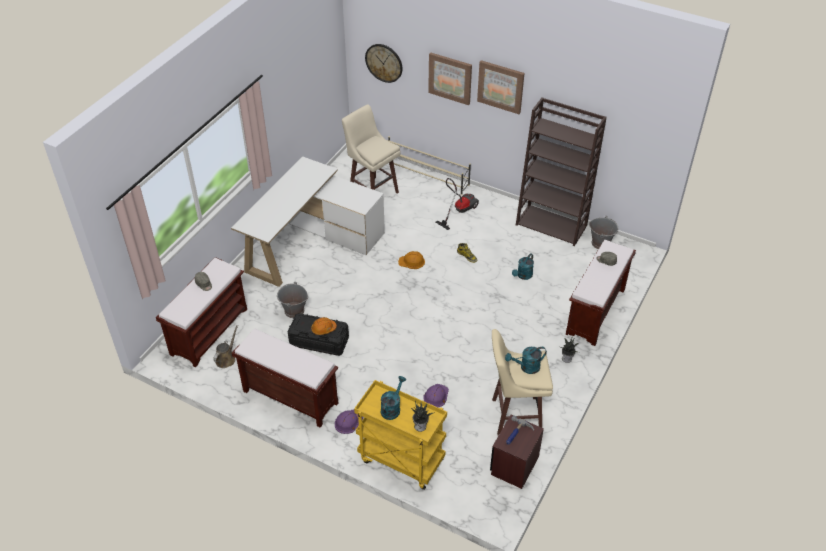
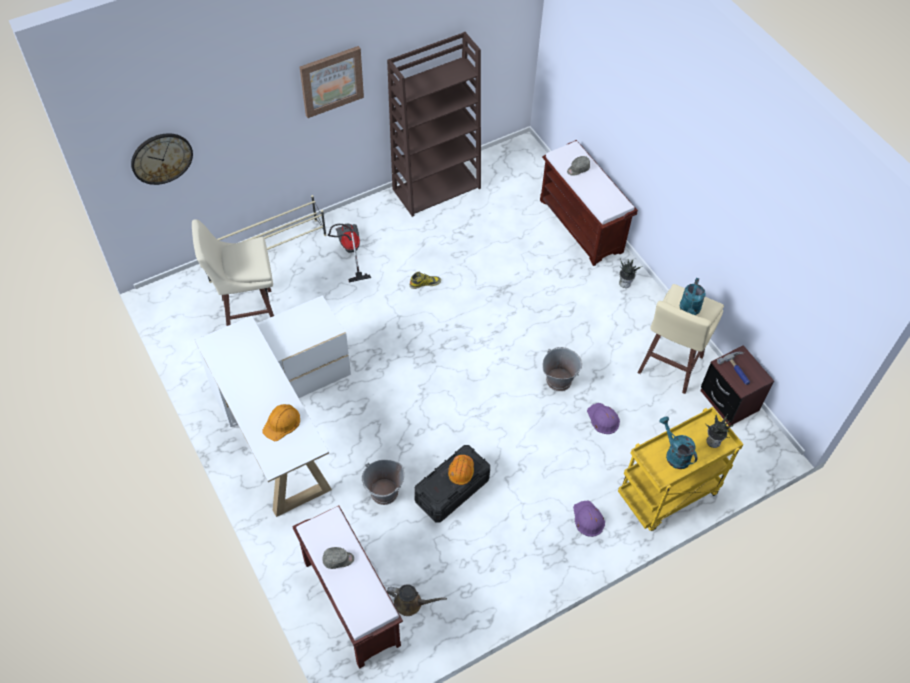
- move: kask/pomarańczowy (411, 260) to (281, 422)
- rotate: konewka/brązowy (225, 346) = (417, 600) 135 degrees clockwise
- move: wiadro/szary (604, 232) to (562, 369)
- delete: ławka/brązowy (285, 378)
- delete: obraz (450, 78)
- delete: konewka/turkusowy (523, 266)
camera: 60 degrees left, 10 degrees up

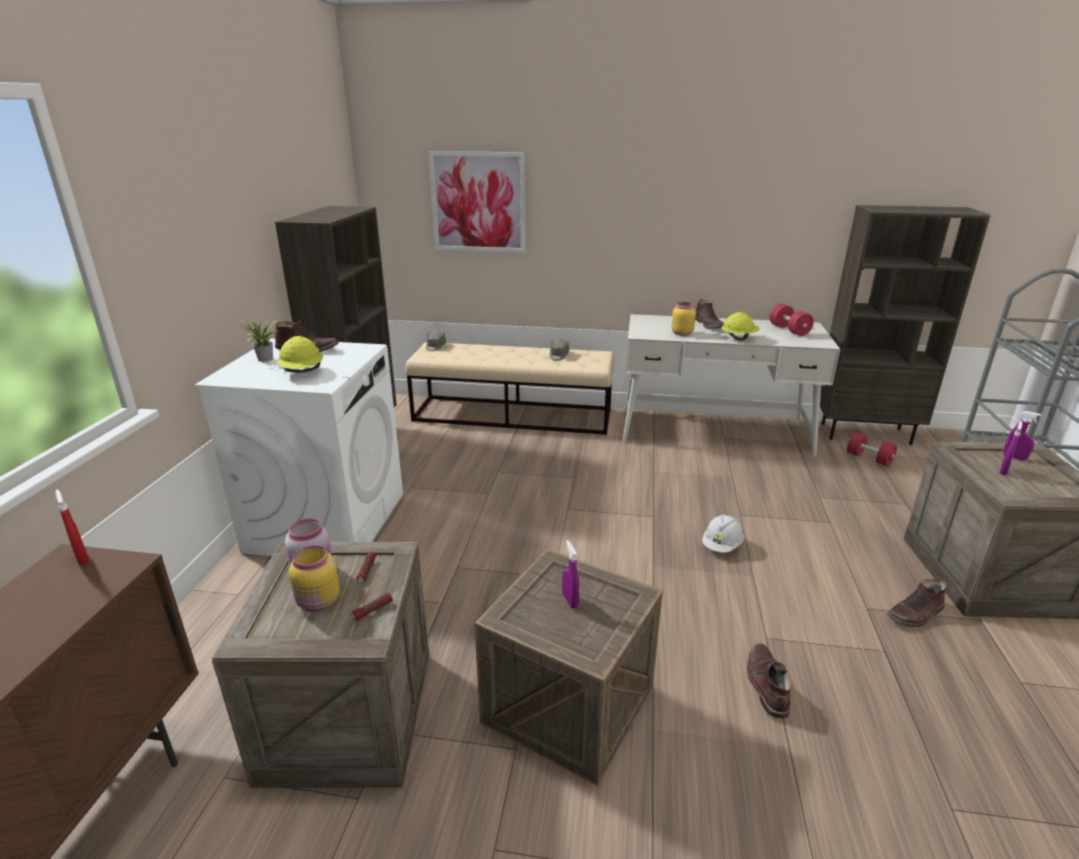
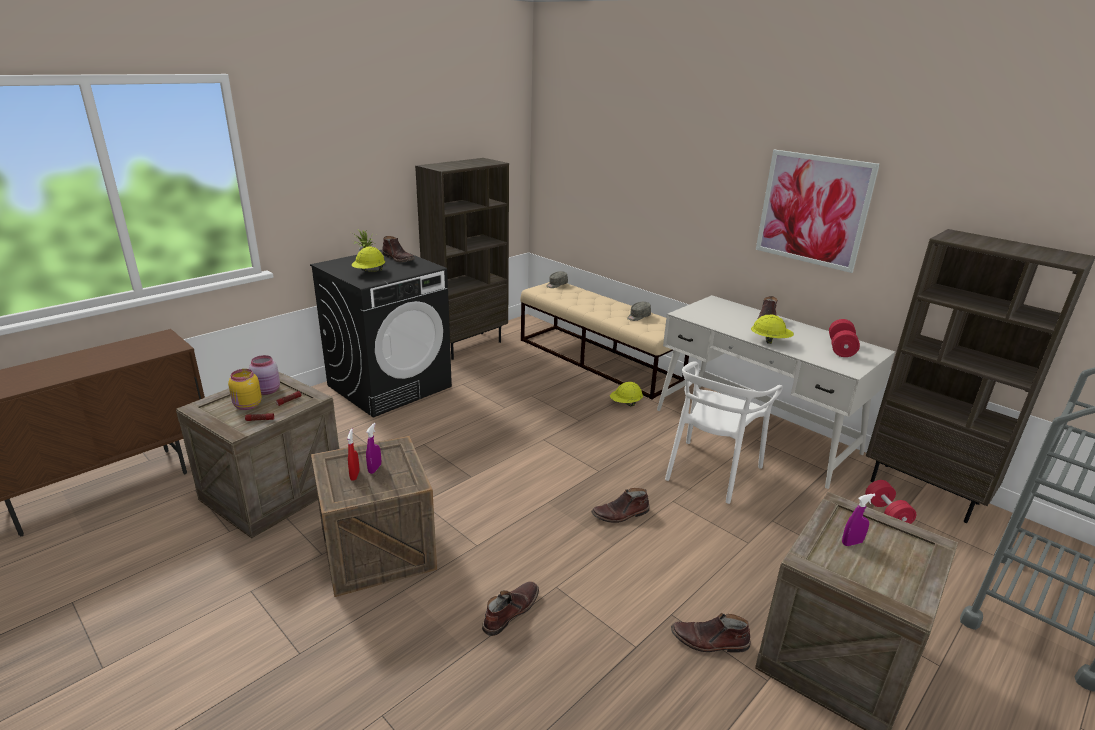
- recolor: pralka/biały (298, 447) to pralka/czarny (381, 333)
- move: spryskiwacz/czerwony (72, 527) to (353, 455)
- replace: kask/biały (722, 533) to but z cholewką/brązowy (620, 505)
- insert: kask/żółty (626, 394)
- insert: krzesło/biały (724, 432)
- move: obraz (477, 202) to (818, 211)
- delete: słoik/żółty (683, 319)
- delete: spryskiwacz/fioletowy (1022, 436)
camera: 35 degrees right, 0 degrees up

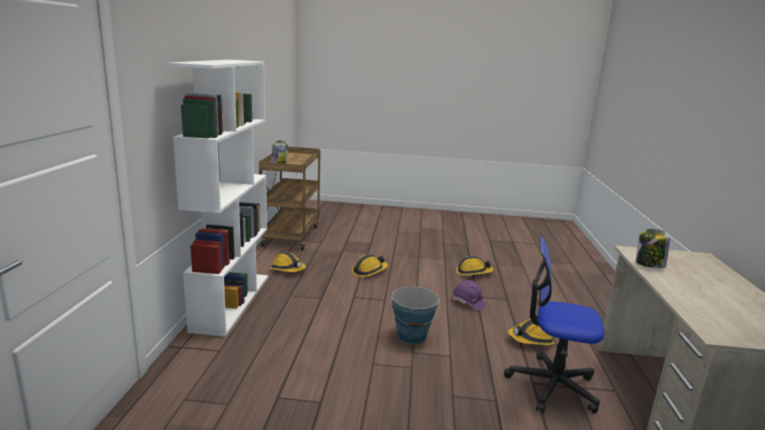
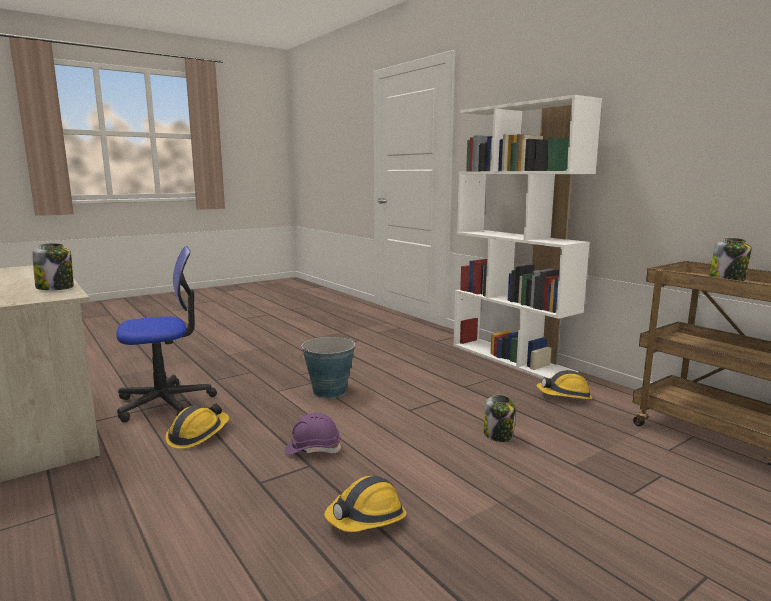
- replace: kask (370, 265) to słoik (500, 418)
camera: 140 degrees right, 5 degrees down

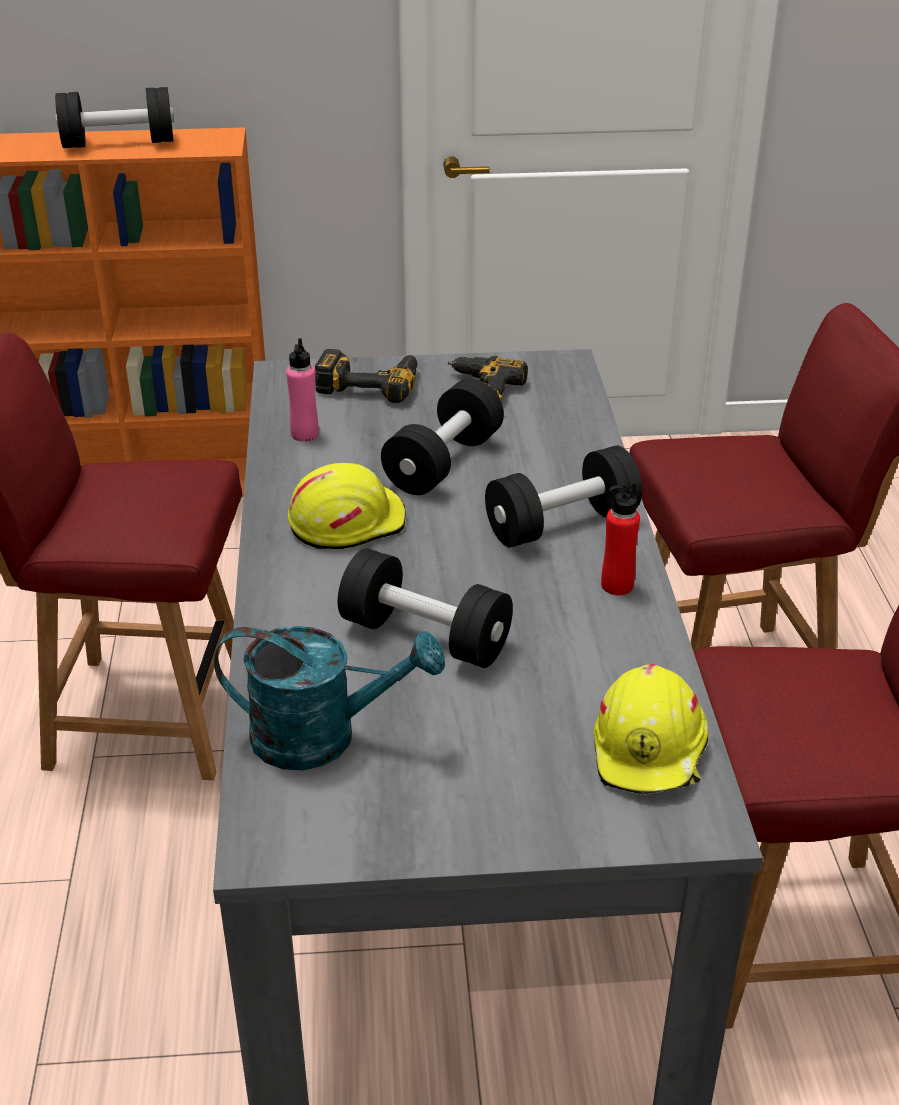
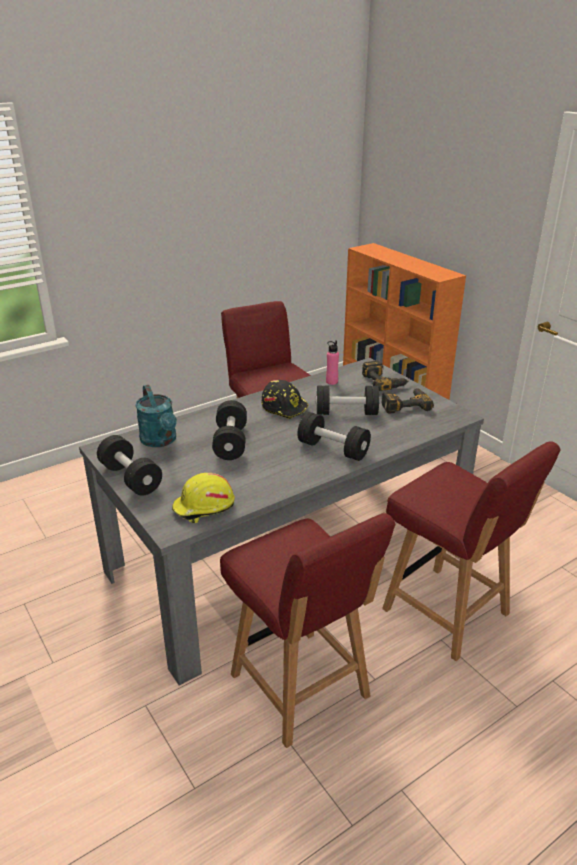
- move: hantel/czarny (114, 117) to (129, 465)
- recolor: kask/żółty (347, 506) to kask/czarny (285, 399)
- delete: butelka/czerwony (620, 538)
camera: 60 degrees right, 5 degrees down

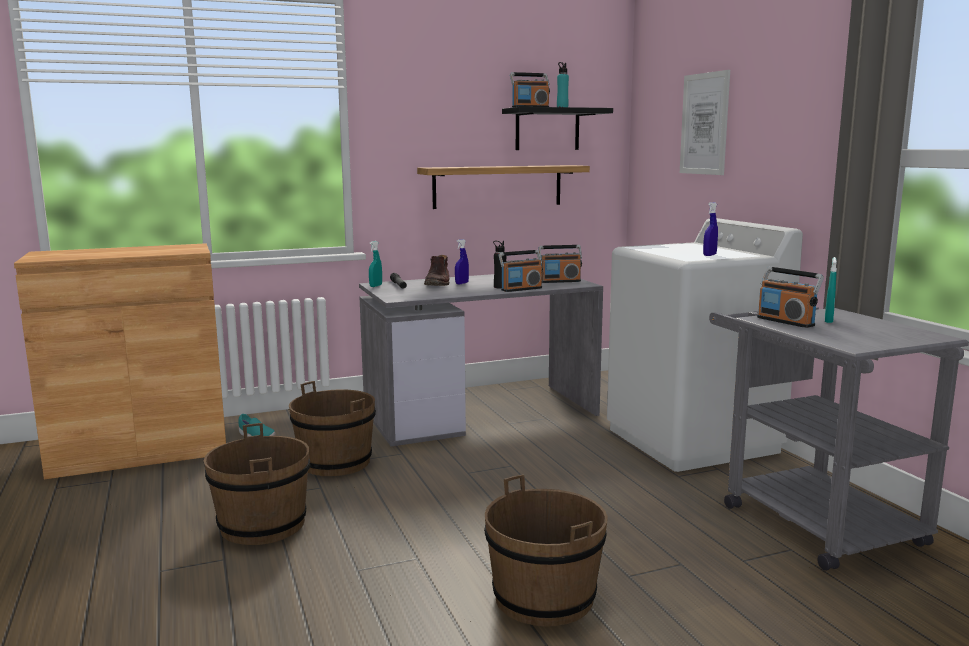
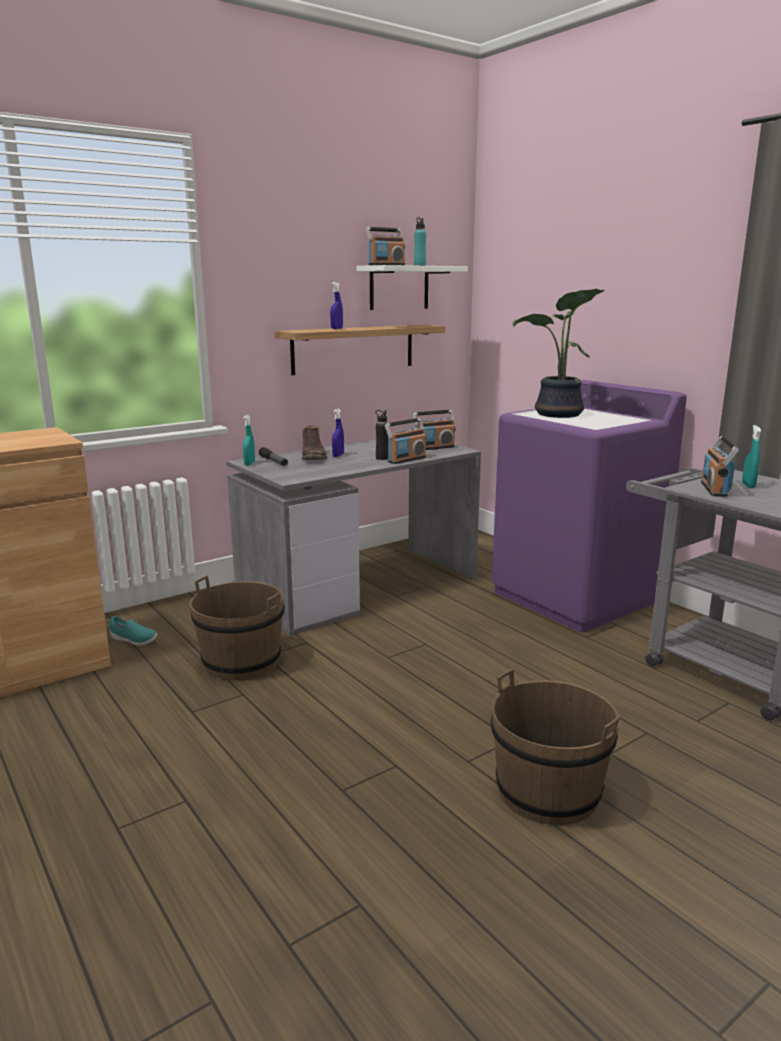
- move: spryskiwacz/niebieski (710, 229) to (336, 305)
- recolor: półka/czarny (557, 128) to półka/biały (412, 287)
- recolor: pralka/biały (705, 345) to pralka/fioletowy (589, 506)
- insert: roślina doniczkowa (558, 353)
- rotate: radio (790, 297) = (720, 466) 60 degrees clockwise
- delete: wiadro/brązowy (257, 484)
- delete: obraz (705, 122)
camera: 15 degrees left, 5 degrees up

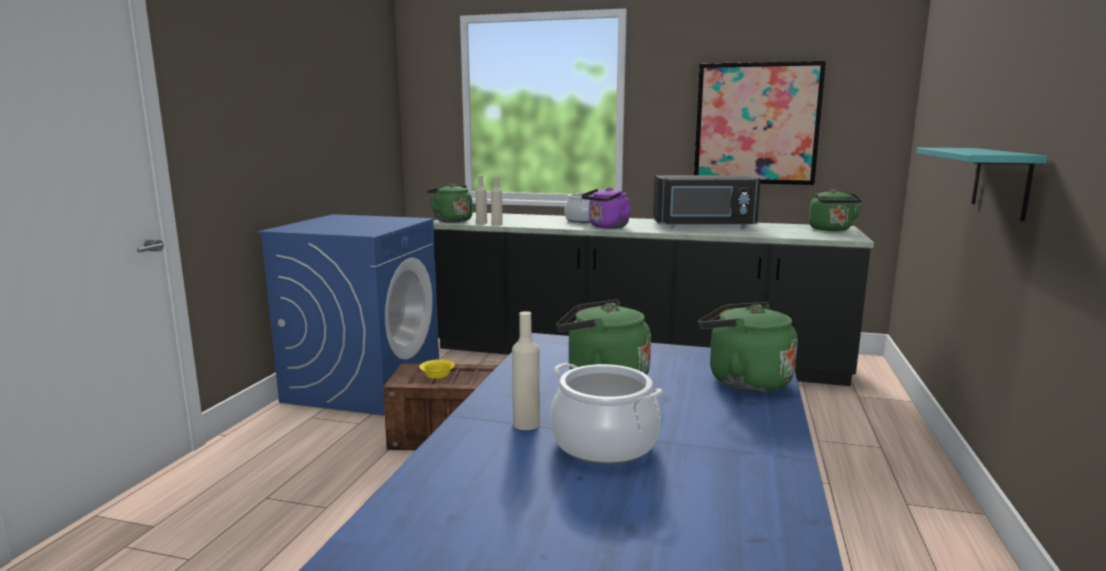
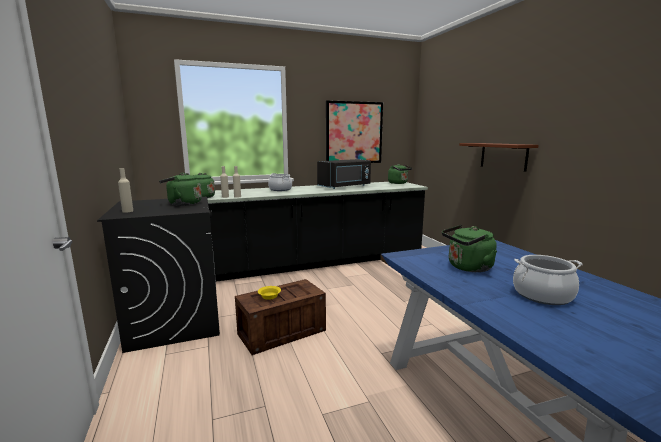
- recolor: pralka/niebieski (348, 314) to pralka/czarny (158, 275)
- move: butelka/beżowy (526, 370) to (125, 190)
- move: czajnik/zielony (748, 347) to (180, 189)
- recolor: półka/turkusowy (981, 184) to półka/brązowy (499, 157)
- delete: czajnik/fioletowy (606, 207)
camera: 35 degrees left, 0 degrees up

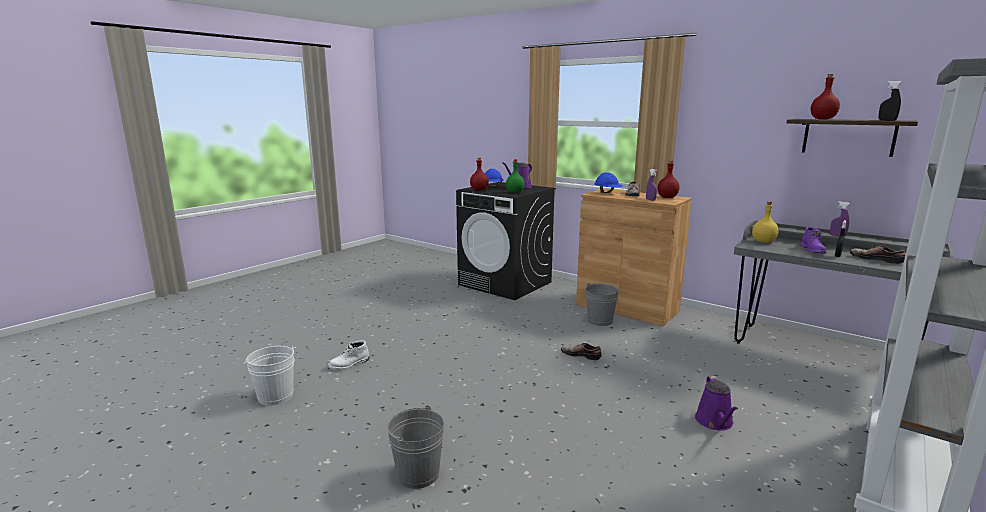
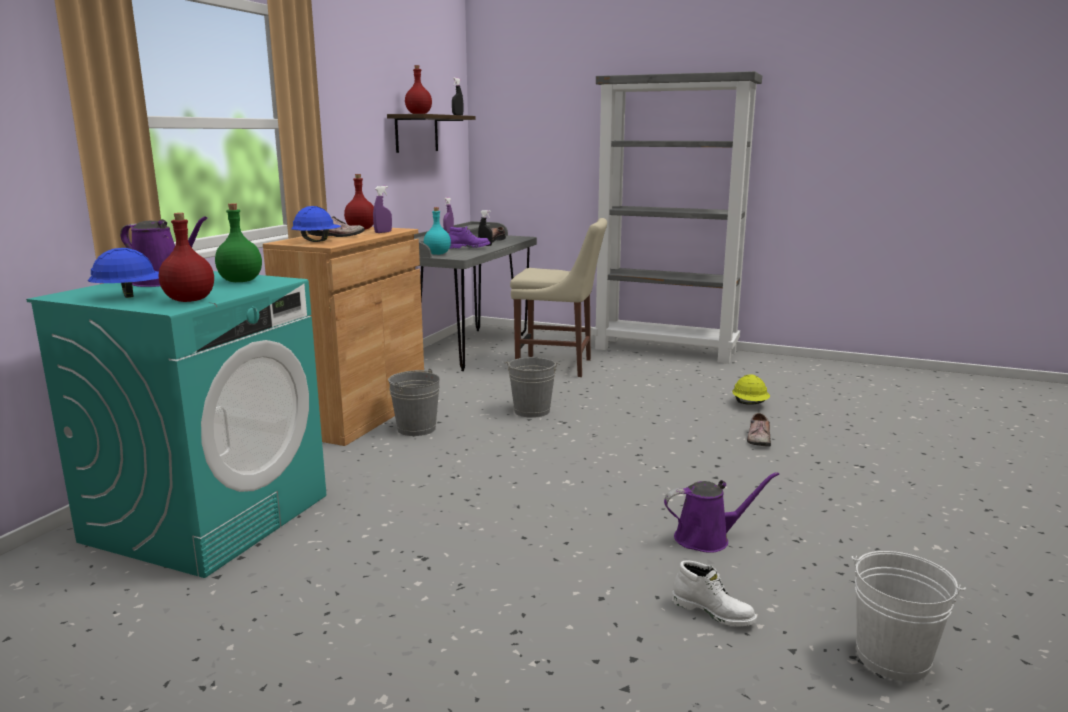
- recolor: pralka/czarny (506, 241) to pralka/turkusowy (176, 424)
- recolor: butelka/żółty (765, 222) to butelka/turkusowy (437, 231)
- move: wiadro/szary (415, 447) to (531, 387)
- insert: krzesło/beżowy (558, 297)
- move: konewka/fioletowy (716, 403) to (721, 512)
- insert: kask/żółty (751, 389)
- move: but (581, 351) to (759, 430)
camera: 105 degrees left, 0 degrees up

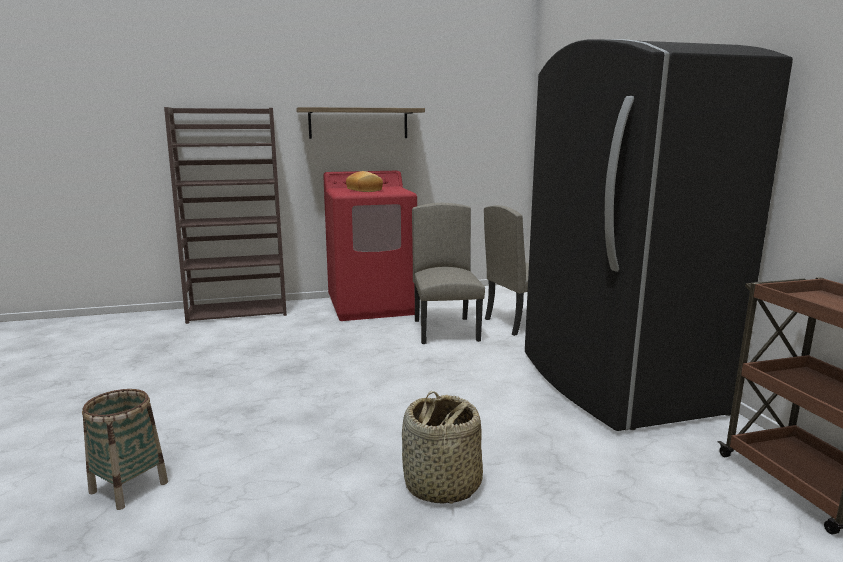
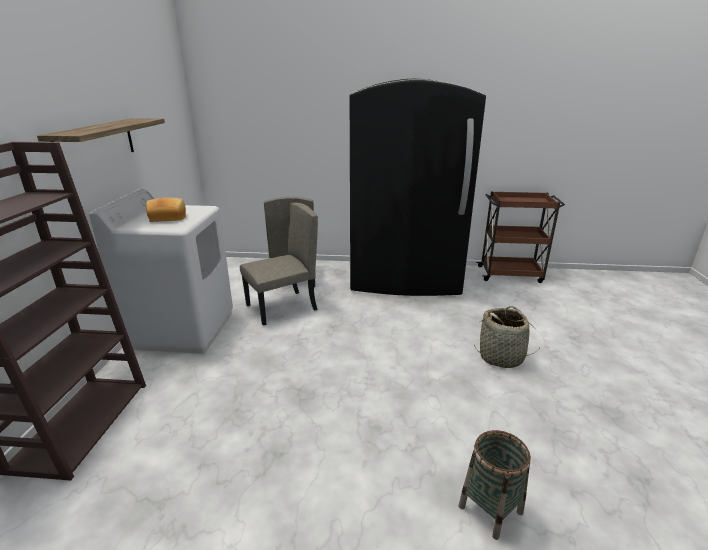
- recolor: pralka/czerwony (370, 246) to pralka/biały (161, 271)
- rotate: krzesło/beżowy (448, 273) = (279, 264) 135 degrees clockwise
camera: 70 degrees left, 10 degrees up

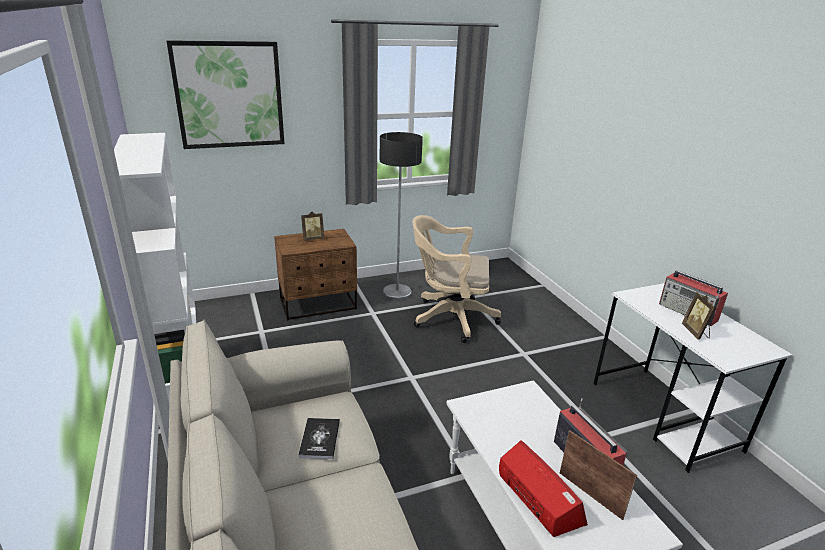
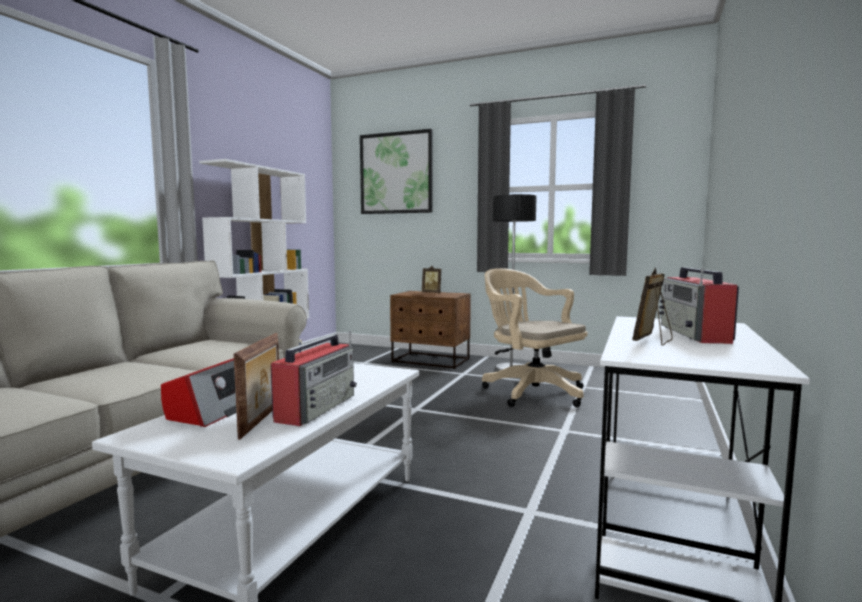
- delete: książka (319, 438)
camera: 45 degrees right, 20 degrees down

